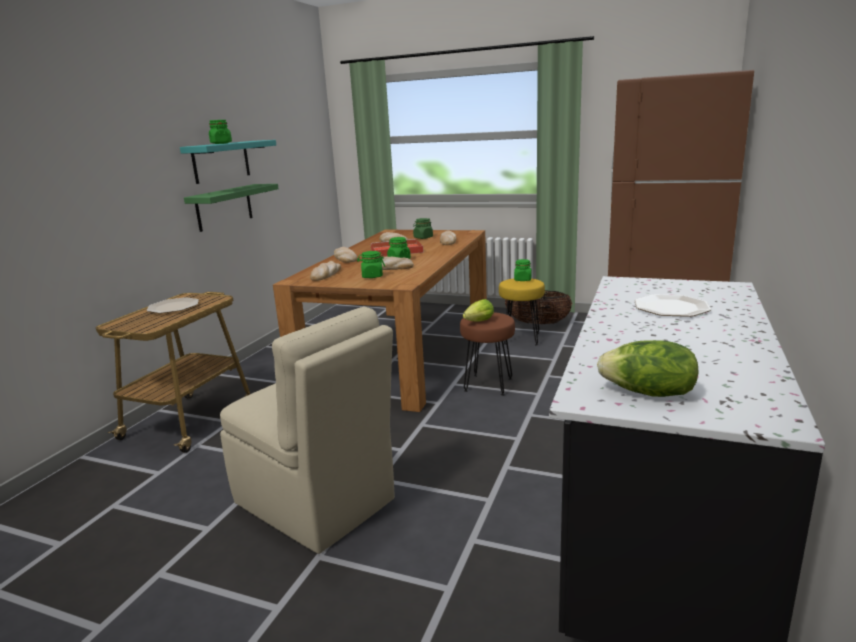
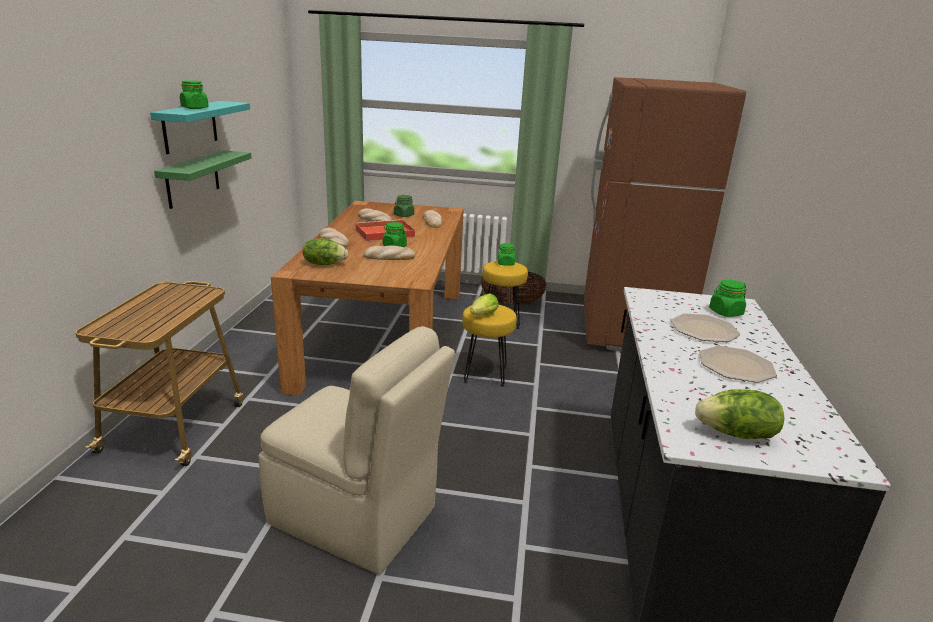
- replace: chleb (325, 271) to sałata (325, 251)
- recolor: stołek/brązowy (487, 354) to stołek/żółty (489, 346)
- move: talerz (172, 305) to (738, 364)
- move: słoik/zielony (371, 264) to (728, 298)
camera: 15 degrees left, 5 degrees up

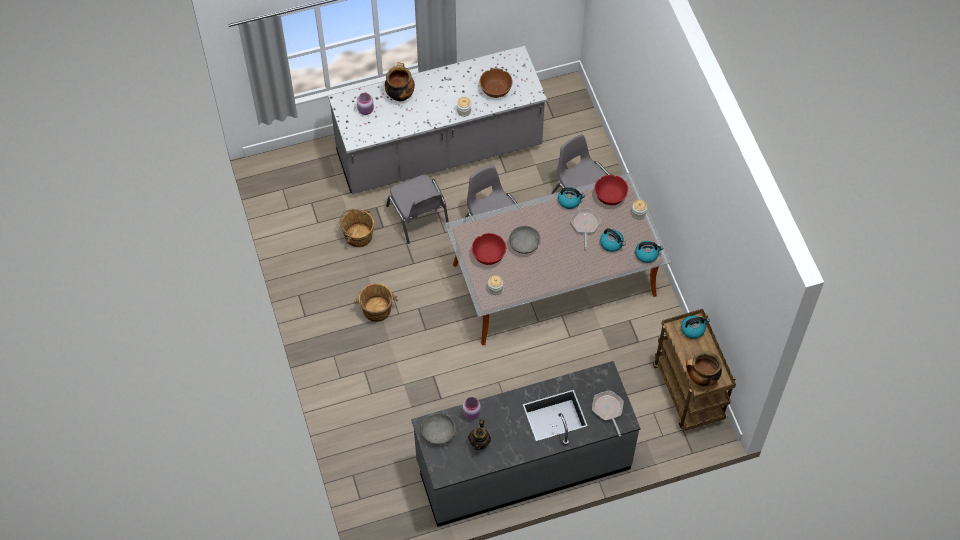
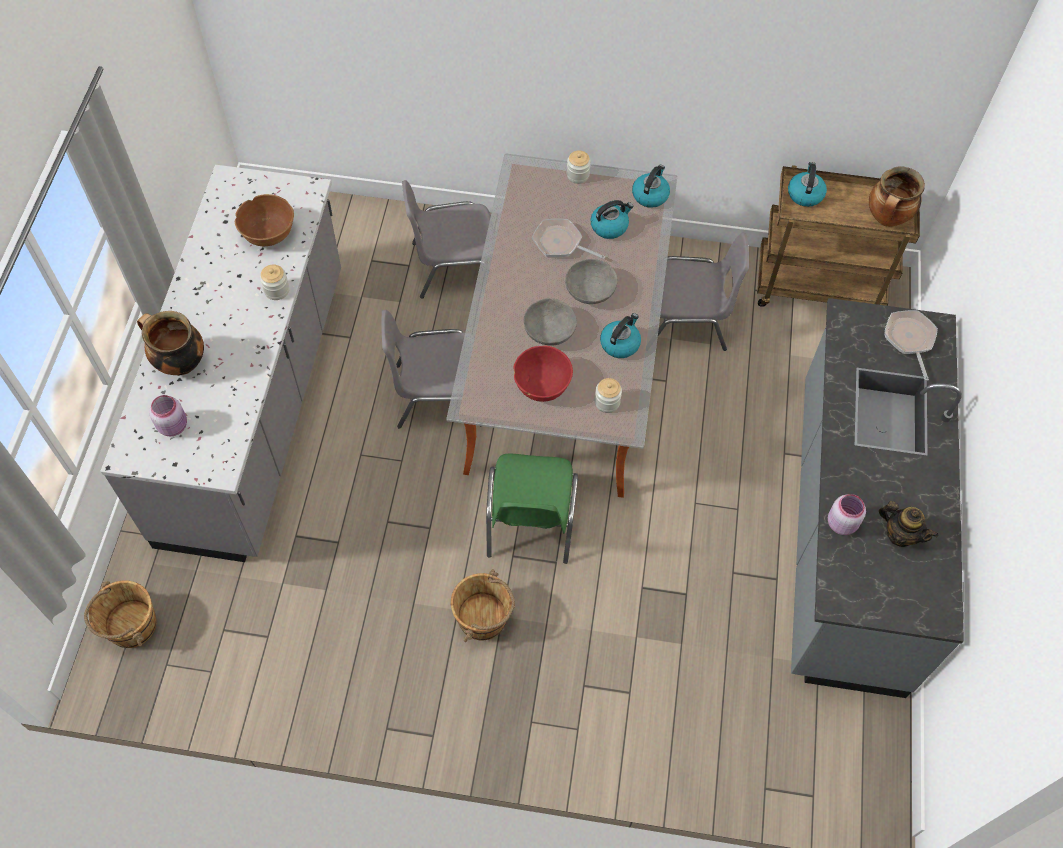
- move: wiadro/brązowy (356, 228) to (120, 614)
- insert: krzesło/zielony (532, 509)
- move: miska/szary (438, 428) to (591, 281)
- move: czajnik (571, 198) to (620, 335)
- move: krzesło/szary (417, 209) to (703, 292)
- rotate: patelnia (608, 413) = (911, 345) 75 degrees clockwise
- delete: miska/czerwony (611, 190)
camera: 65 degrees left, 0 degrees up

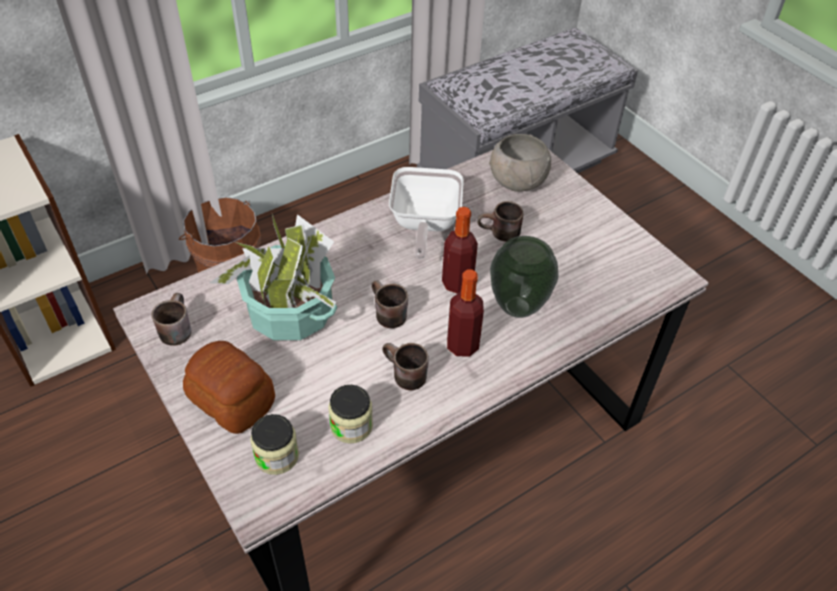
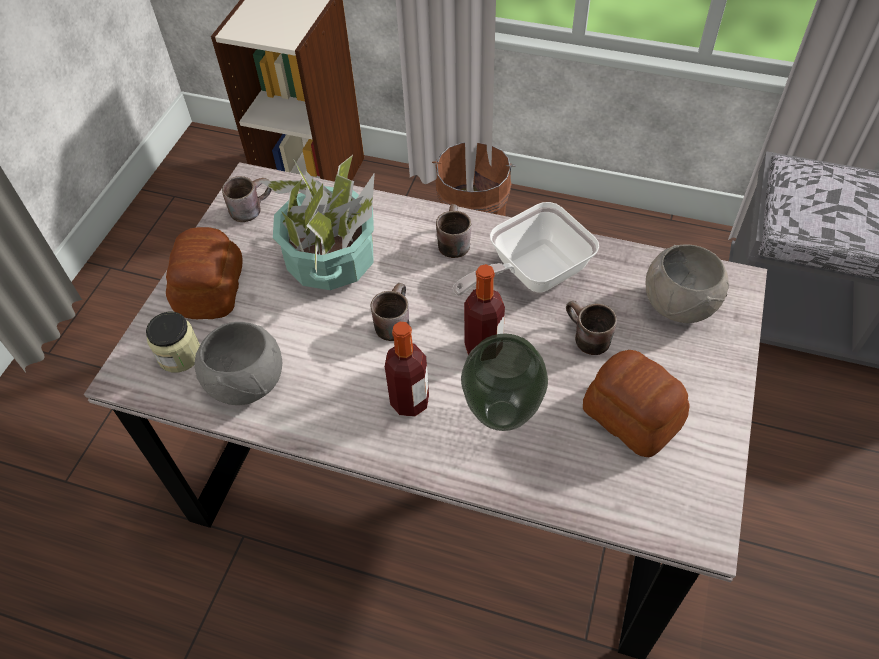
- replace: słoik (350, 414) to miska/szary (238, 363)
- move: kubek/brązowy (405, 366) to (453, 231)
- insert: chleb (636, 403)
camera: 55 degrees right, 5 degrees up

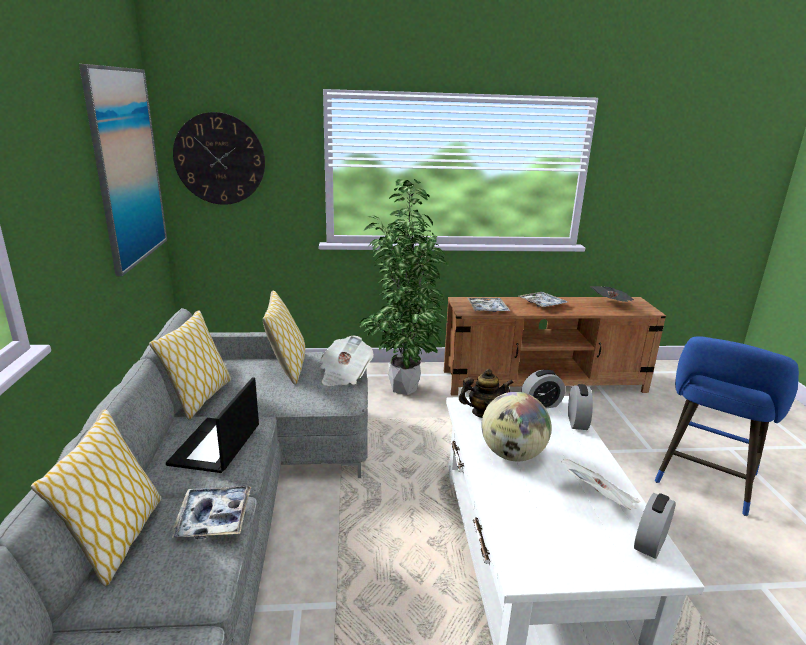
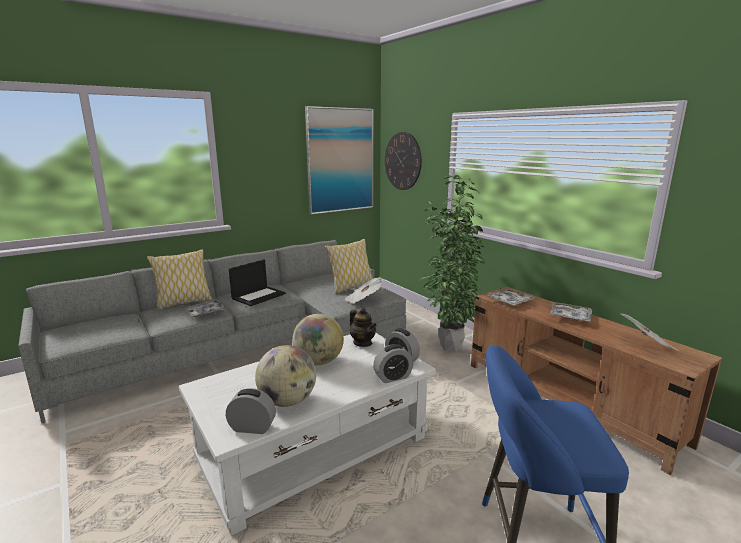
- rotate: laptop (212, 425) = (257, 282) 150 degrees clockwise
- replace: gazeta (600, 484) to globus (285, 376)
- delete: poduszka (190, 364)
camera: 60 degrees right, 5 degrees down

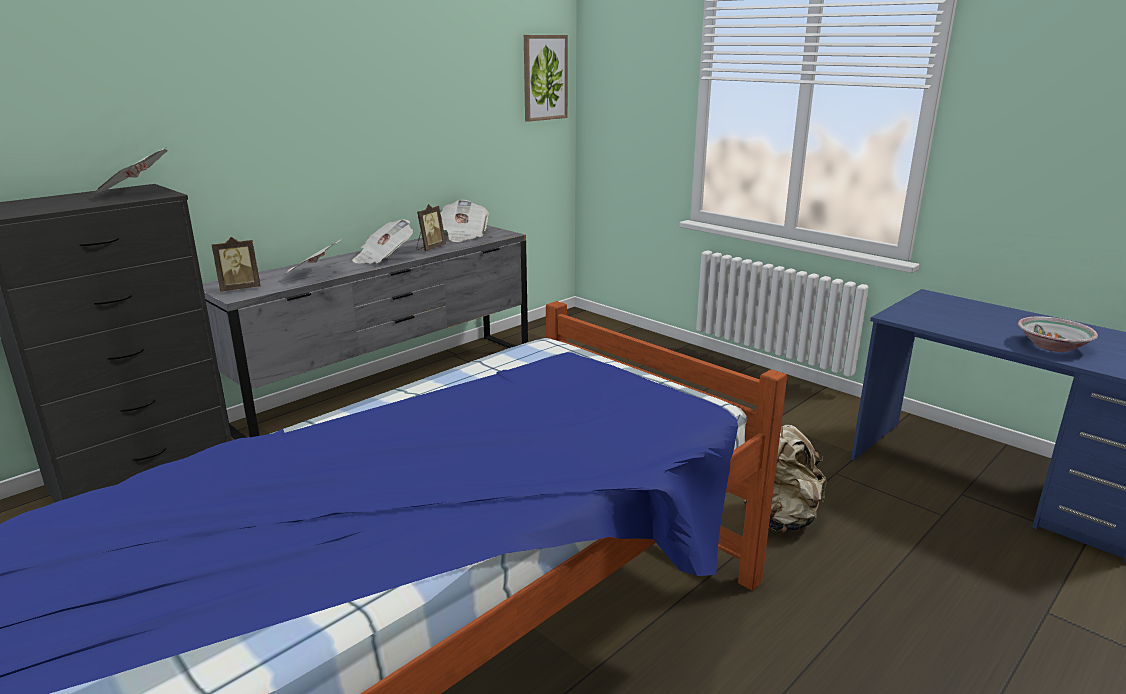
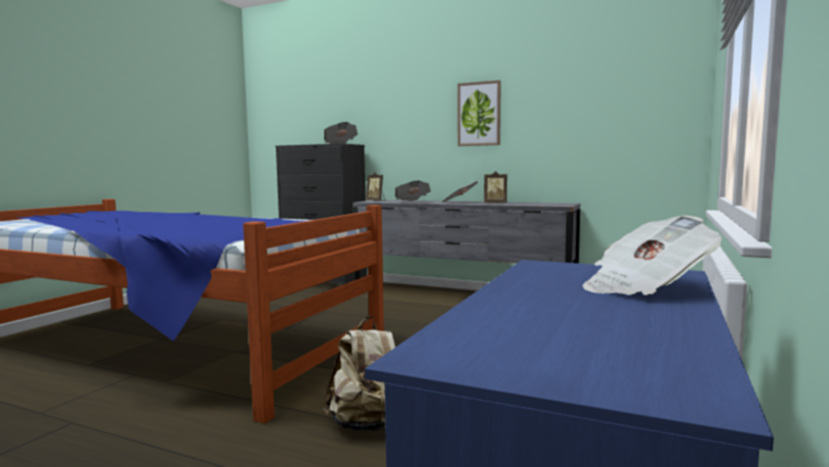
- move: obraz (546, 78) to (479, 113)
- move: gazeta (464, 221) to (652, 255)
- delete: miska (1058, 334)
camera: 70 degrees right, 15 degrees down

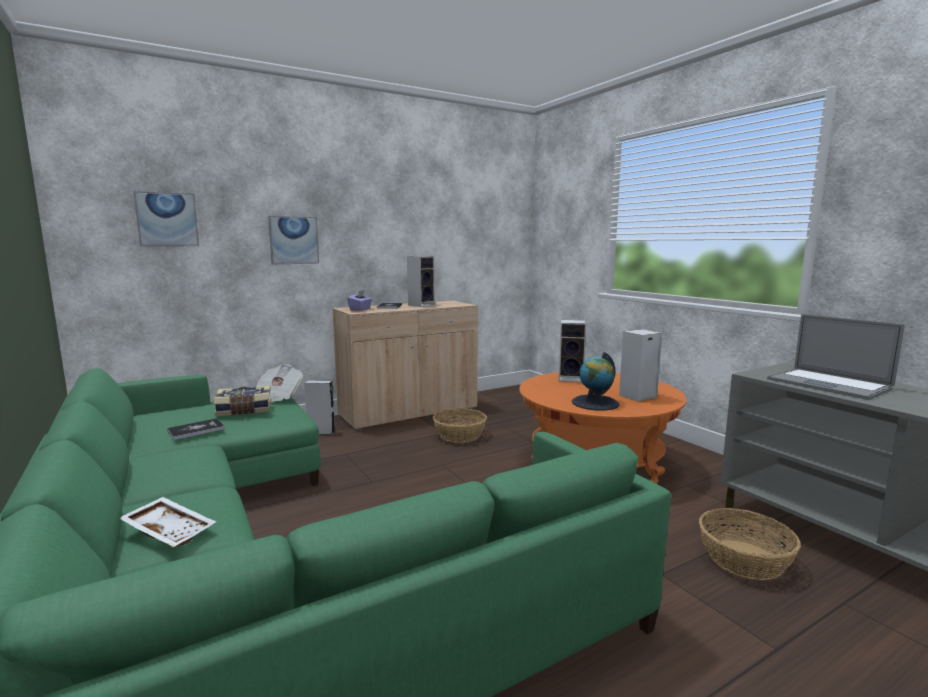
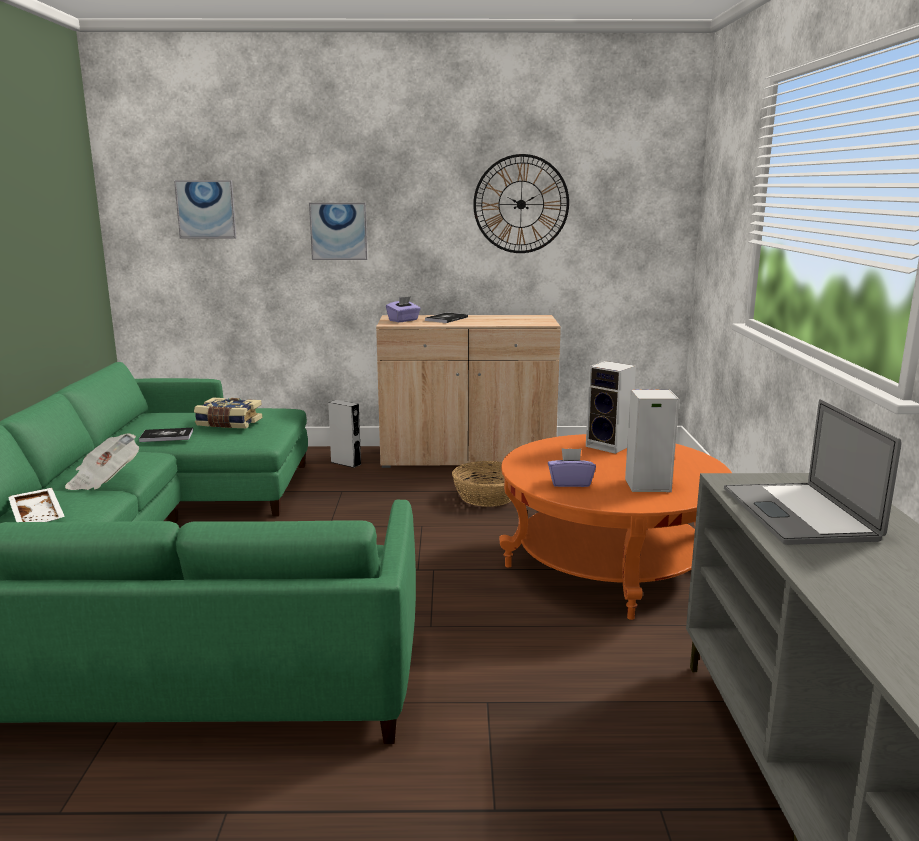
- move: gazeta (279, 383) to (102, 461)
- insert: zegar ścienny (521, 203)
- replace: globus (595, 381) to pudełko chusteczek/fioletowy (572, 467)
- delete: głośnik (421, 281)
- delete: koszyk (750, 544)
camera: 30 degrees right, 5 degrees up

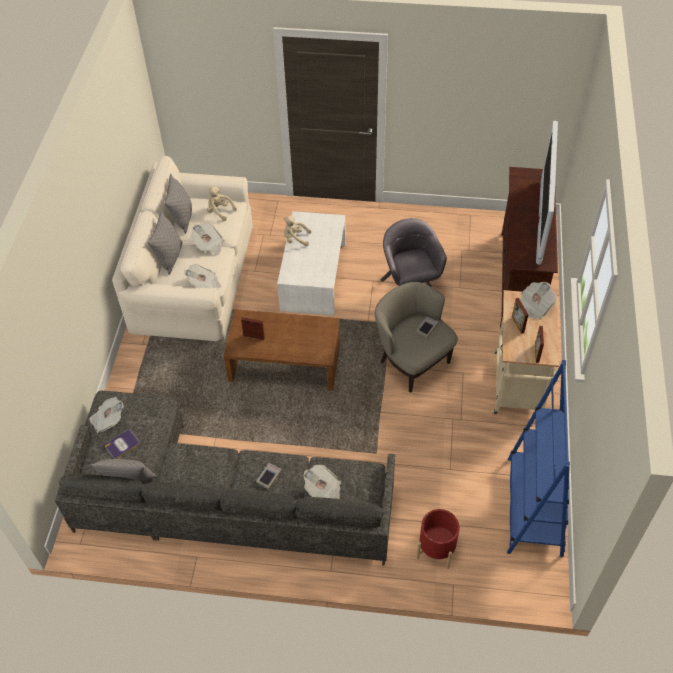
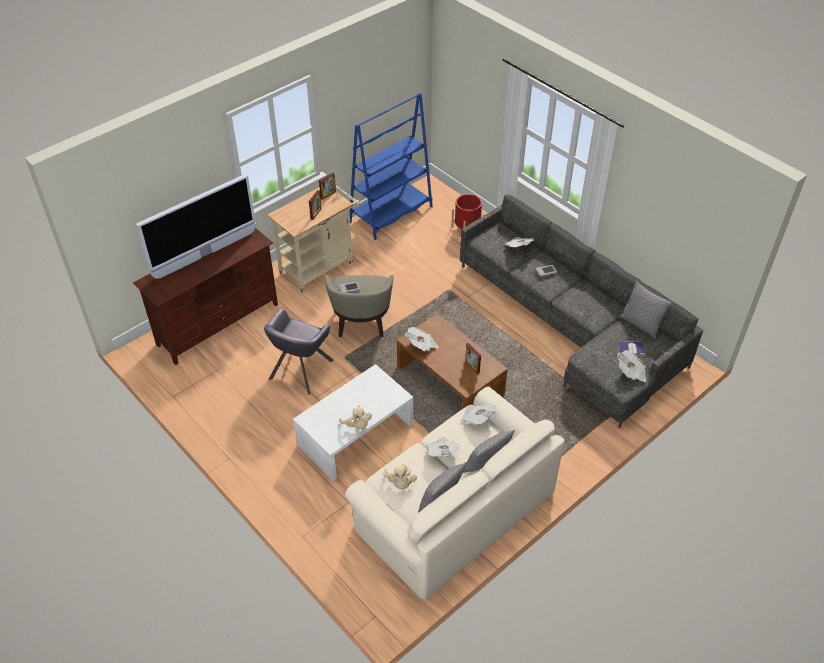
- move: gazeta (538, 301) to (422, 339)
camera: 140 degrees left, 5 degrees down

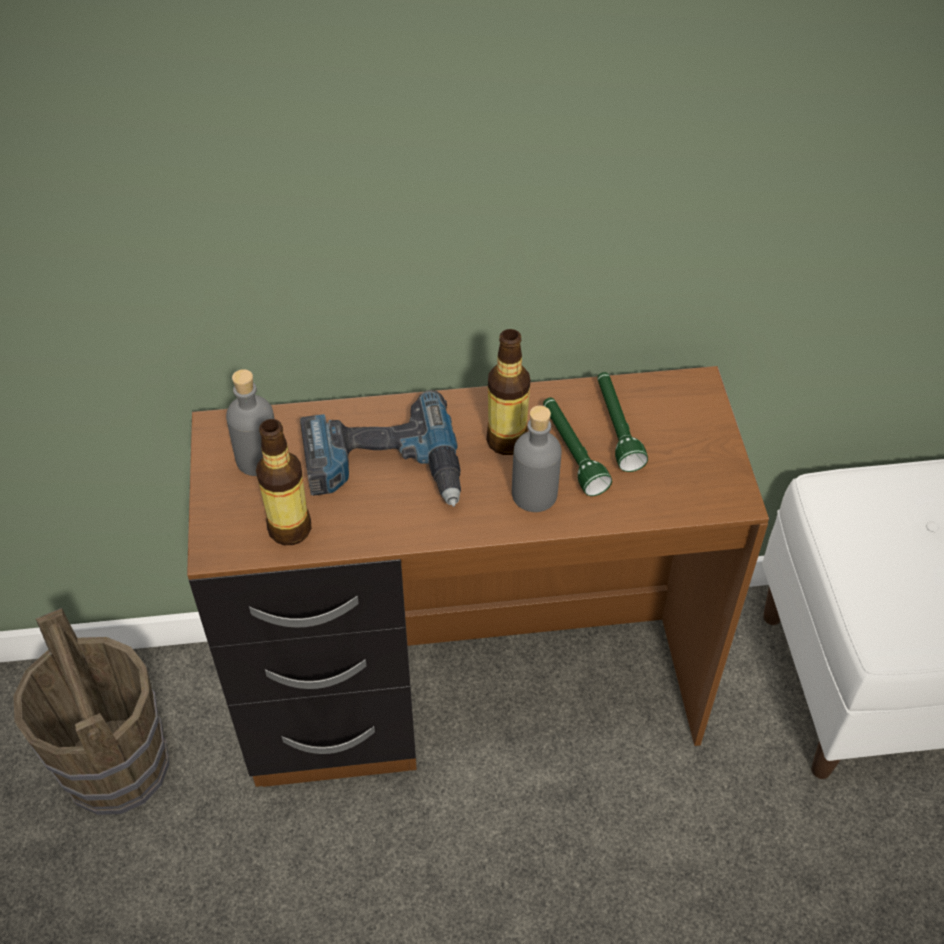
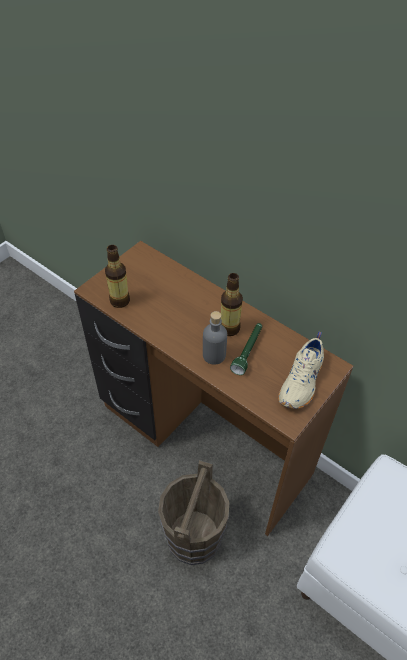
- move: wiadro/brązowy (91, 711) to (193, 512)
- insert: but/beżowy (301, 370)
- delete: butelka/szary (250, 422)
- delete: wiertarka (380, 448)
- delete: latarka/zielony (622, 422)
camera: 45 degrees right, 0 degrees up

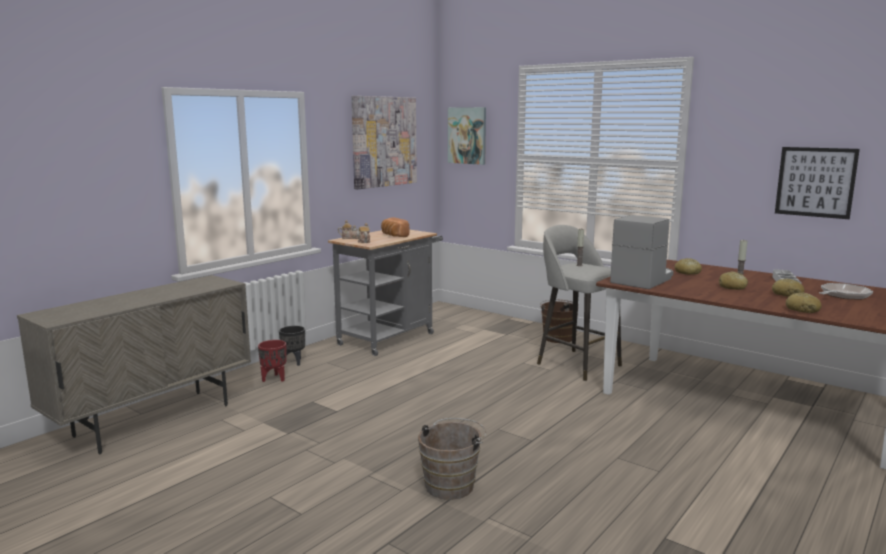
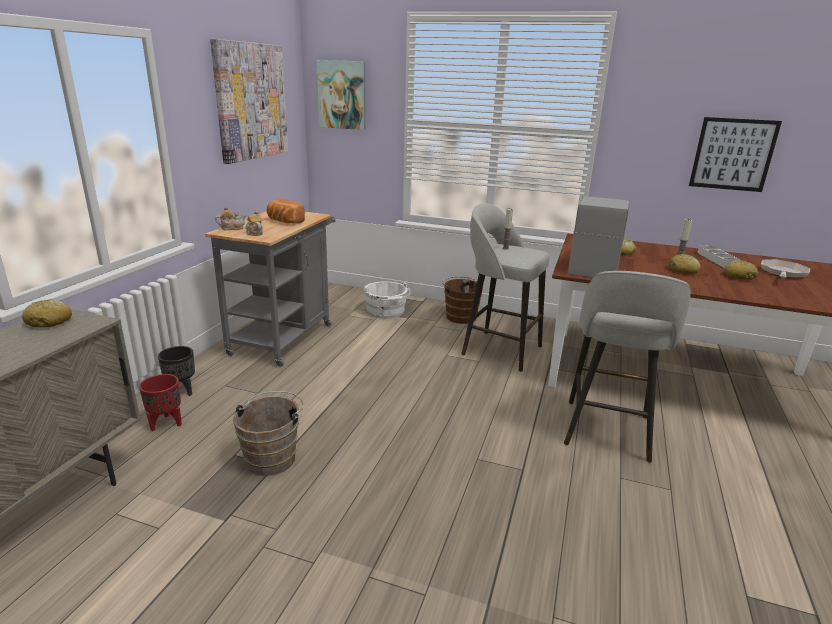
- move: chleb (803, 302) to (47, 313)
- move: wiadro/brązowy (452, 459) to (268, 433)
- insert: wiadro/biały (387, 300)
- insert: stołek/szary (627, 367)
camera: 20 degrees left, 10 degrees up

